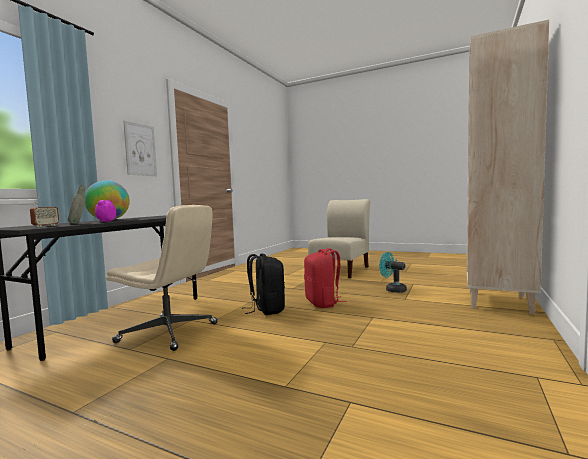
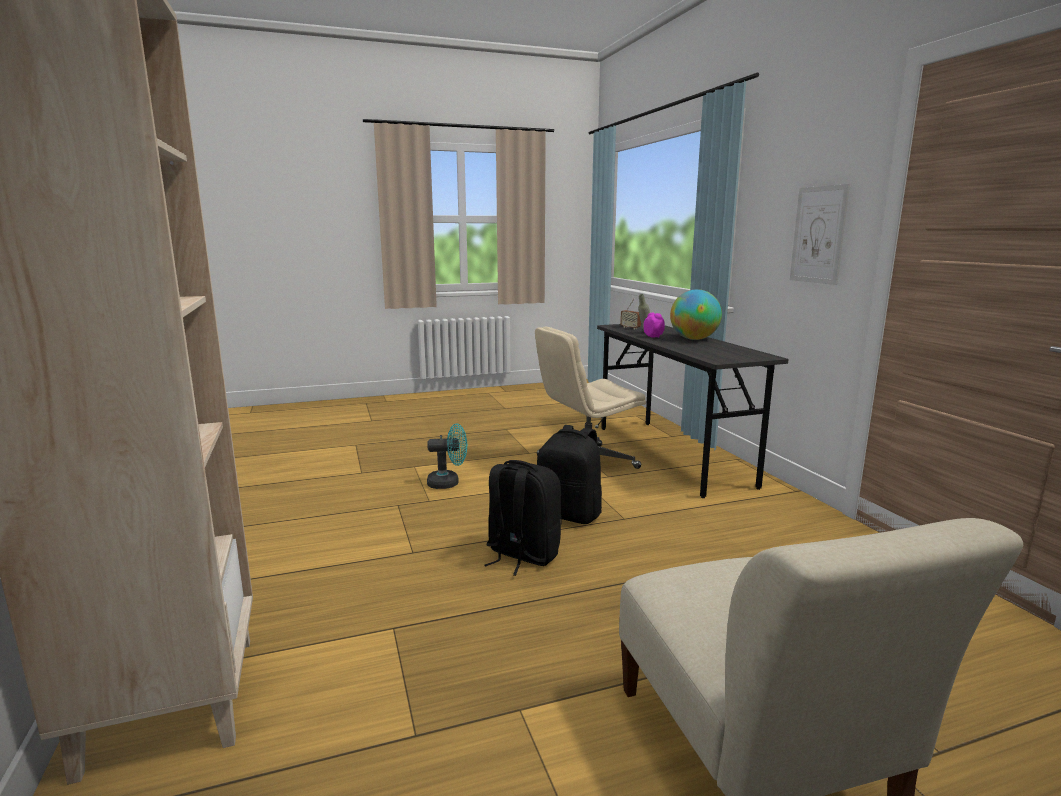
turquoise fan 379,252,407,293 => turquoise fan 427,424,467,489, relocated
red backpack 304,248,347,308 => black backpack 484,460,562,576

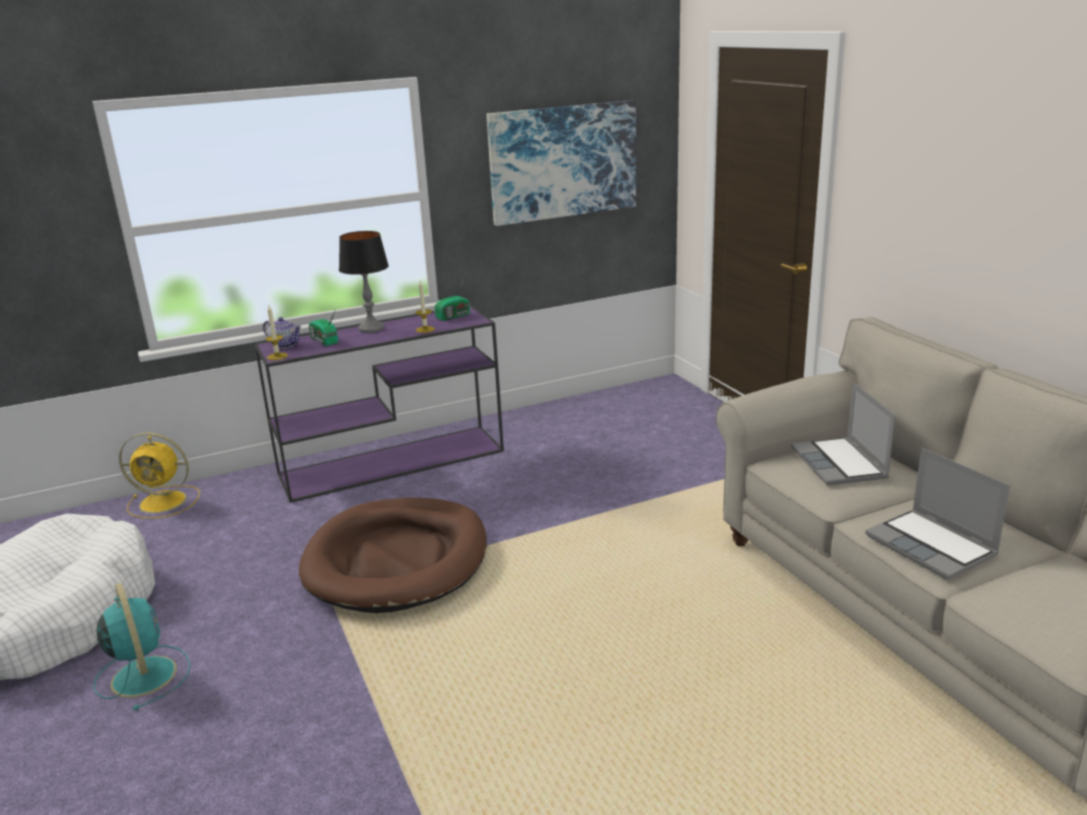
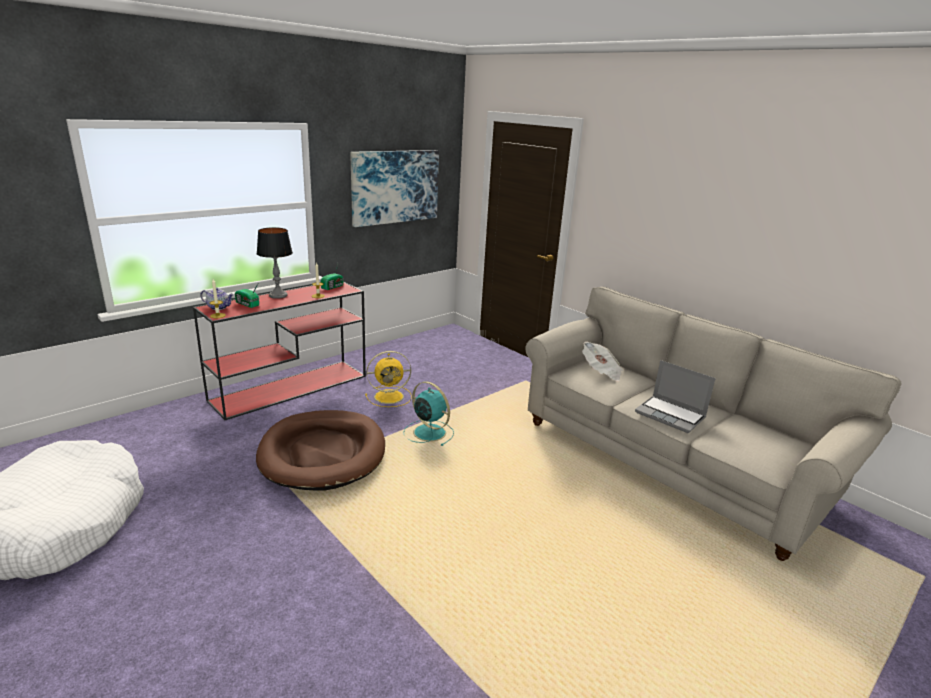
turquoise fan 93,583,190,710 => turquoise fan 403,381,454,446, relocated
yellow fan 119,432,200,518 => yellow fan 365,351,411,407, relocated
laptop 791,382,896,485 => newspaper 582,341,624,382
purple console table 254,306,504,503 => red console table 193,282,366,420

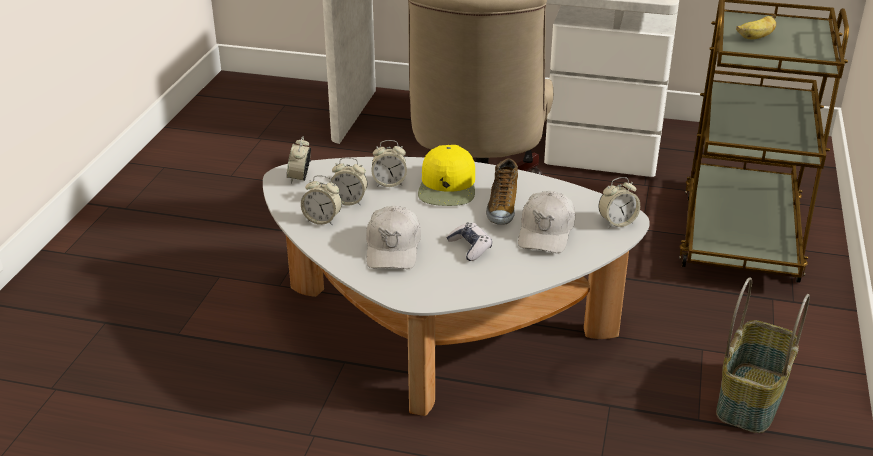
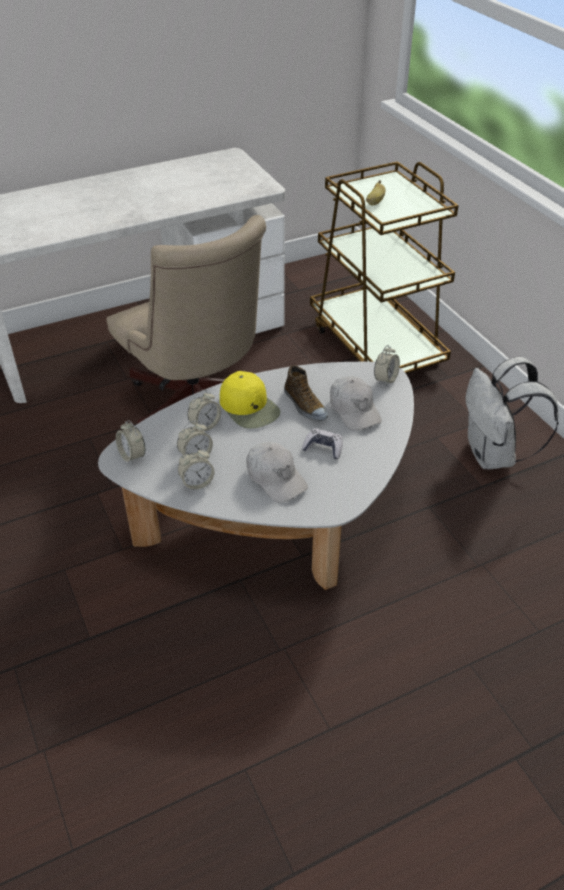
basket 716,277,810,433 => white backpack 466,357,559,469

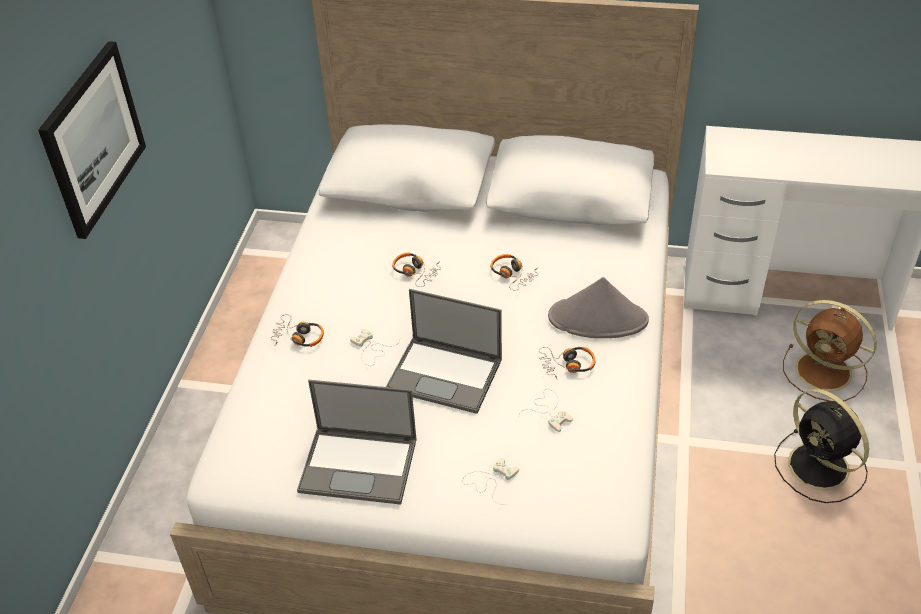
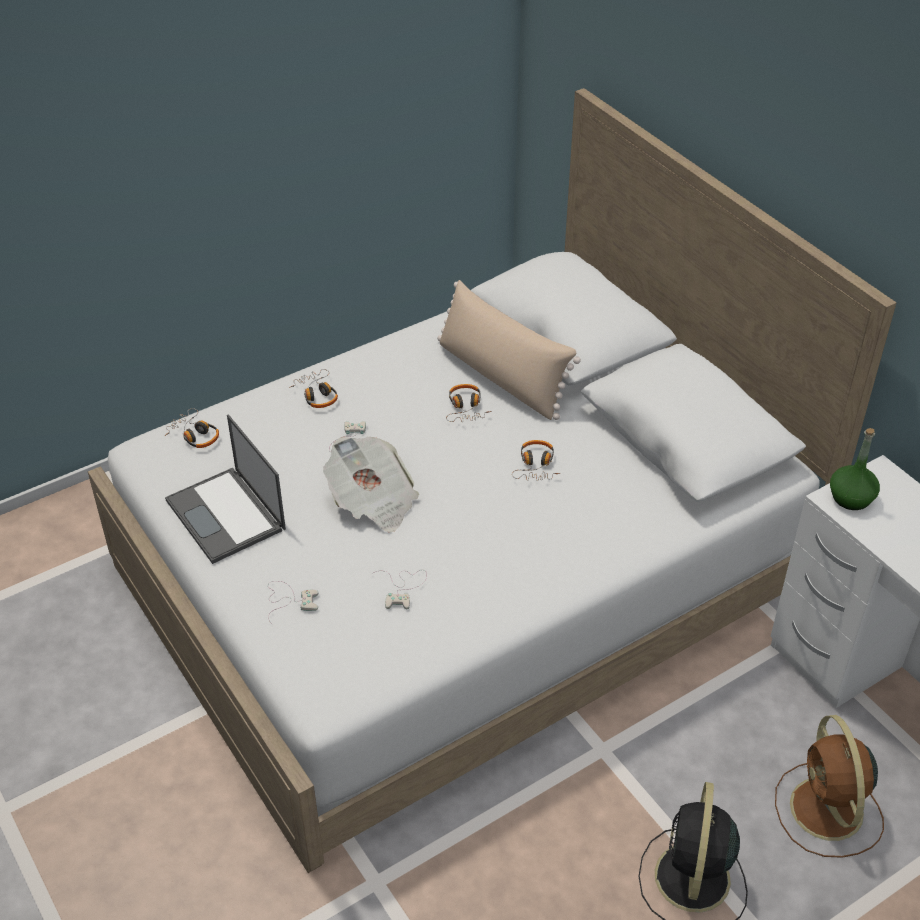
picture 38,41,146,239 => nothing
grey hat 548,277,649,338 => nothing
nothing => beige pillow 437,280,581,420
nothing => green bottle 830,428,880,510
headphones 539,347,596,379 => headphones 165,408,219,448, relocated
laptop 386,289,502,414 => newspaper 323,436,419,532

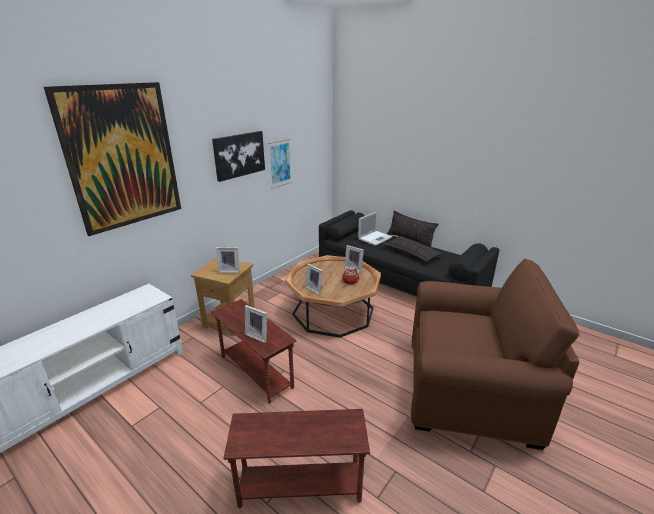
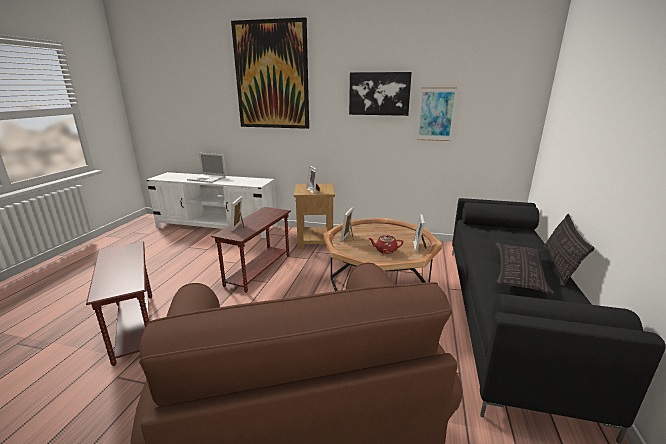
laptop 358,212,393,246 => laptop 187,153,226,183, relocated

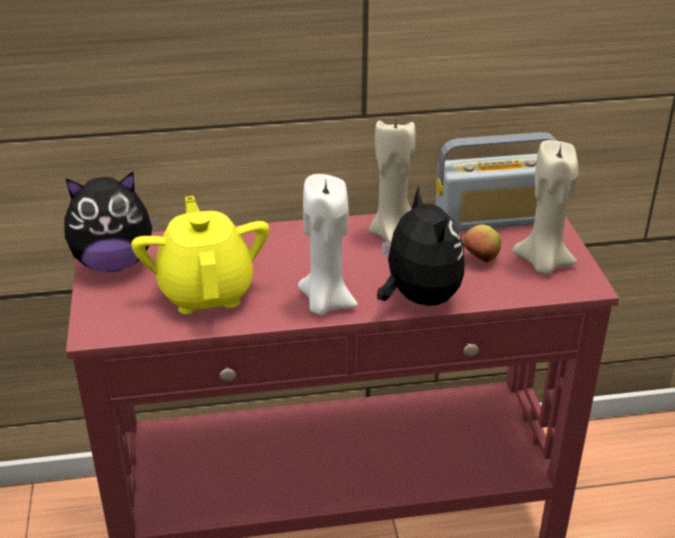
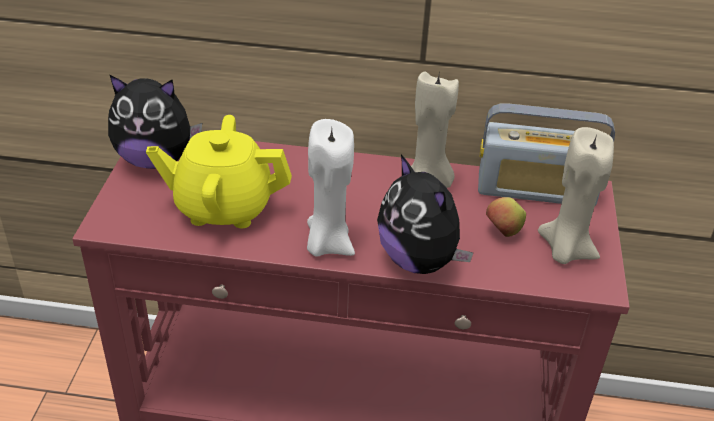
yellow teapot 131,196,269,314 => yellow teapot 146,115,292,229, 90 degrees counterclockwise
plush toy 377,186,465,306 => plush toy 377,154,473,274, 150 degrees clockwise

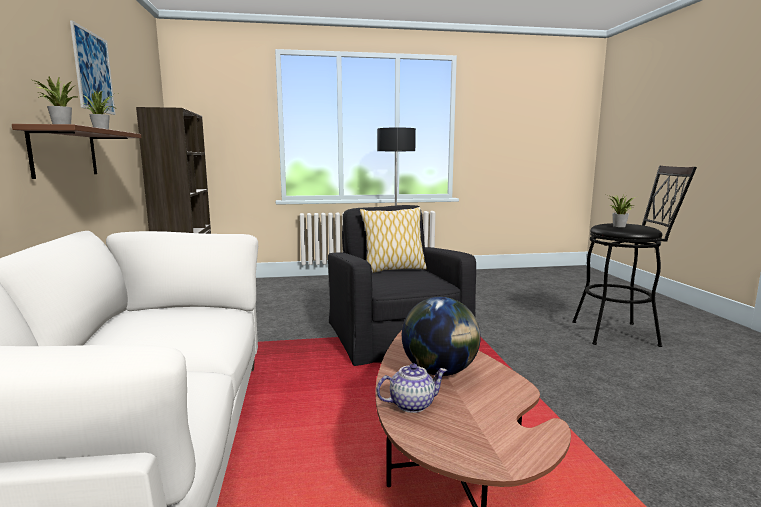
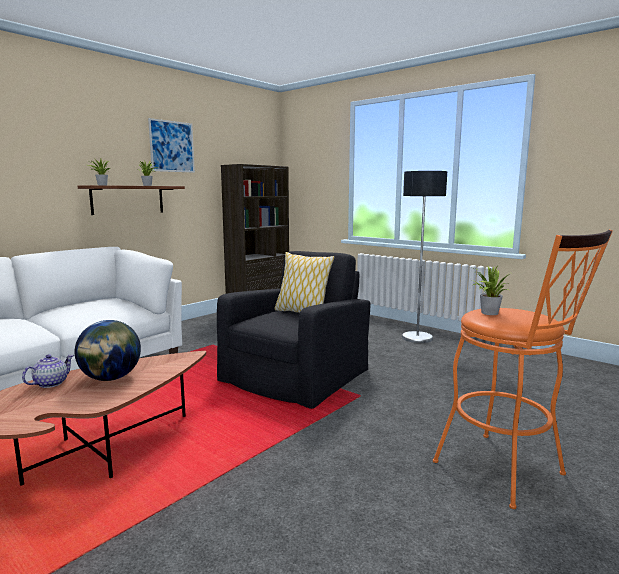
black stool 572,165,697,347 => orange stool 433,229,613,509
teapot 376,363,447,413 => teapot 22,354,74,388, 90 degrees counterclockwise

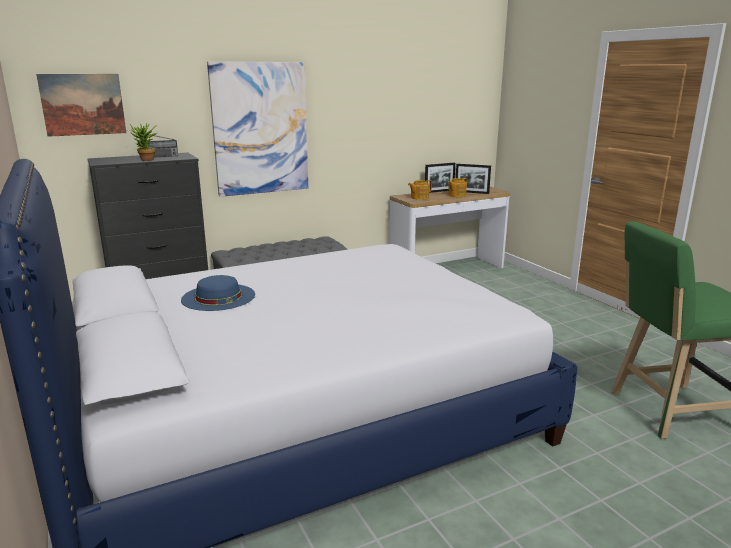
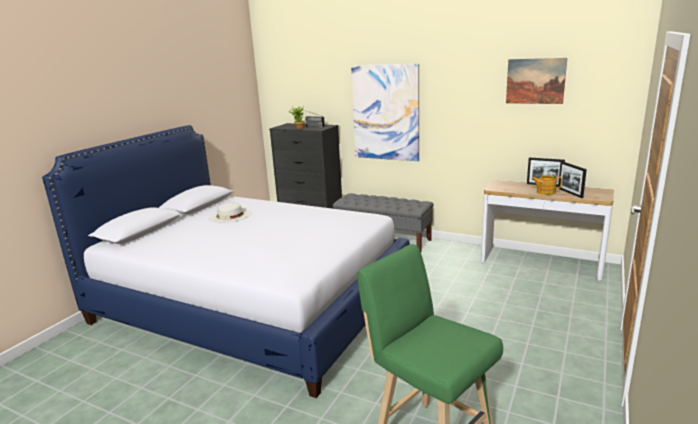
teapot 408,180,432,200 => nothing
picture 36,74,126,137 => picture 506,58,567,104, relocated
blue hat 181,275,255,311 => white hat 209,203,251,222

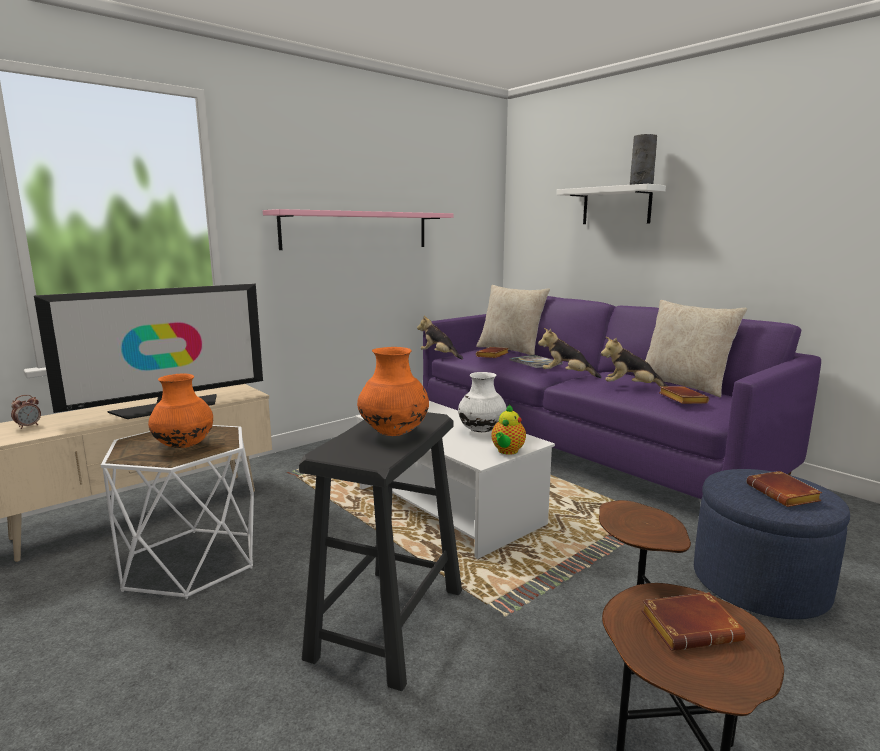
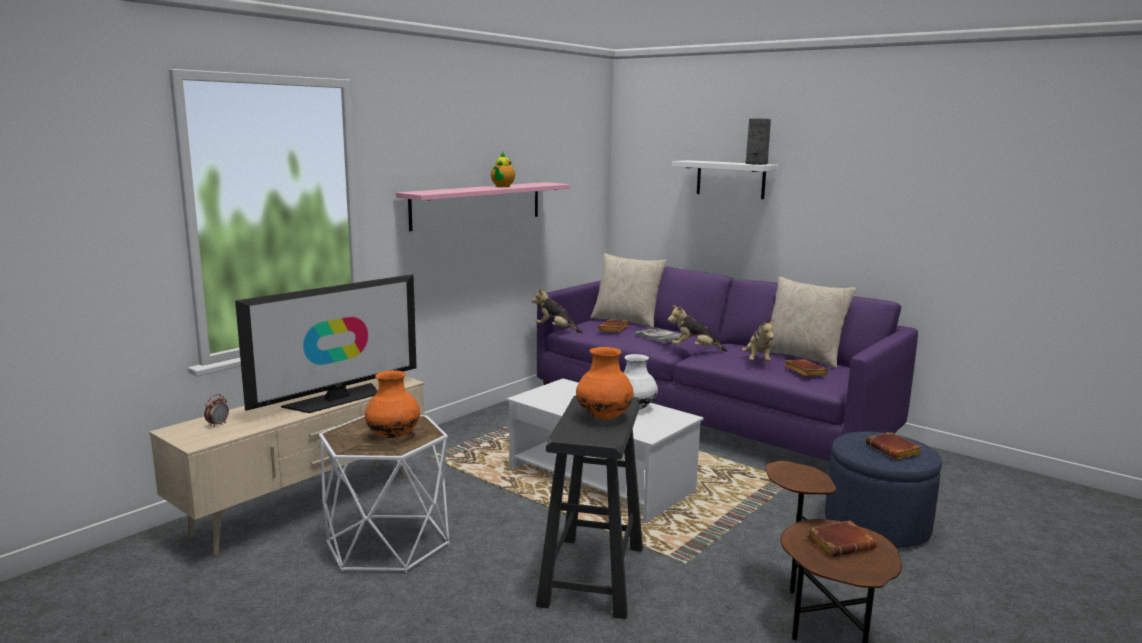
teapot 491,404,526,455 => teapot 491,151,515,187, relocated
plush toy 601,337,668,386 => plush toy 742,319,774,362, 90 degrees counterclockwise

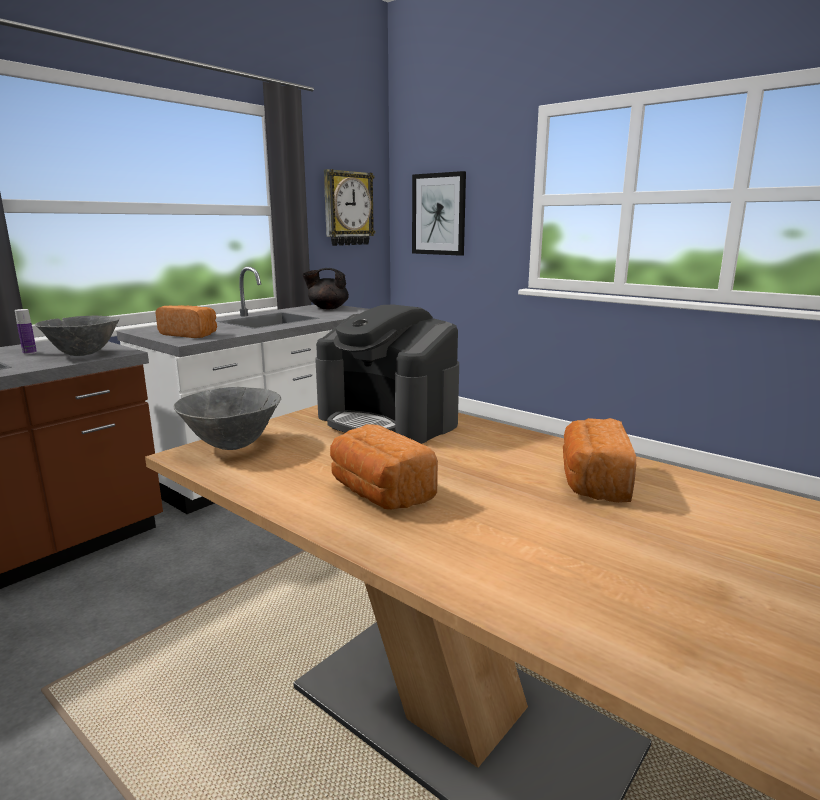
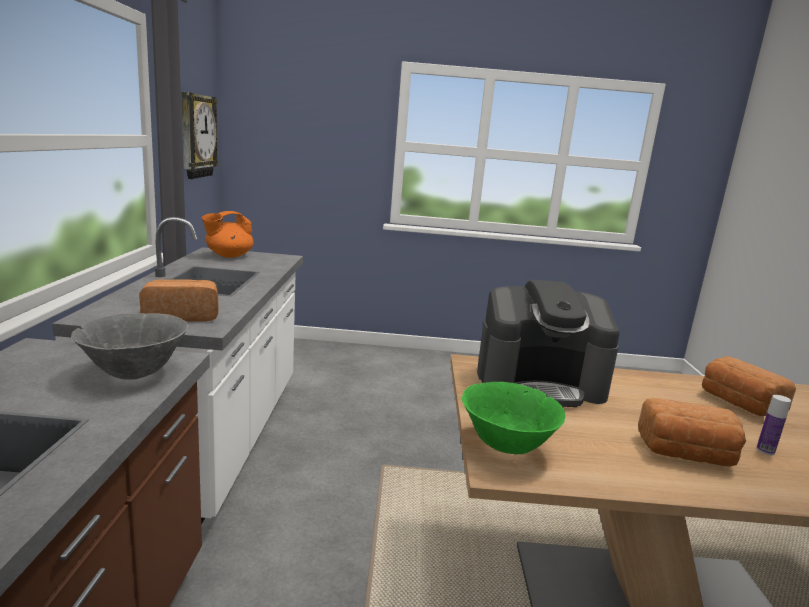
picture 412,171,466,256 => nothing
bottle 15,309,37,355 => bottle 756,395,791,455, relocated
grey bowl 174,387,281,450 => green bowl 462,382,565,454
black teapot 302,268,349,309 => orange teapot 202,211,254,258

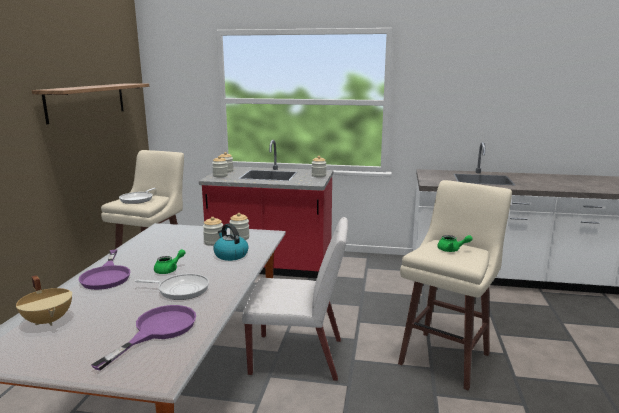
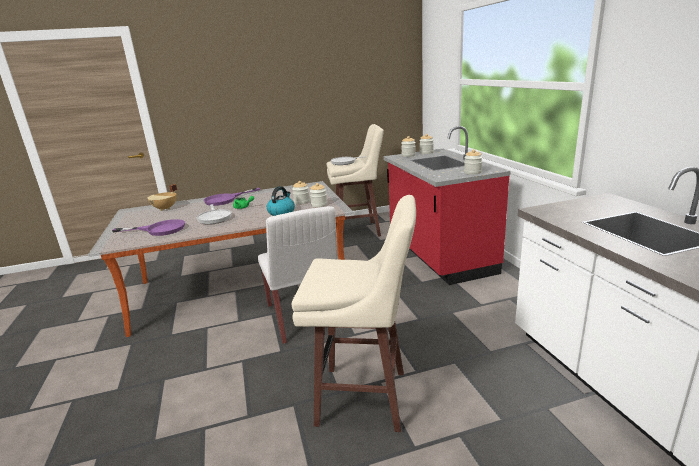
shelf 32,83,149,124 => nothing
green teapot 437,235,473,252 => nothing

